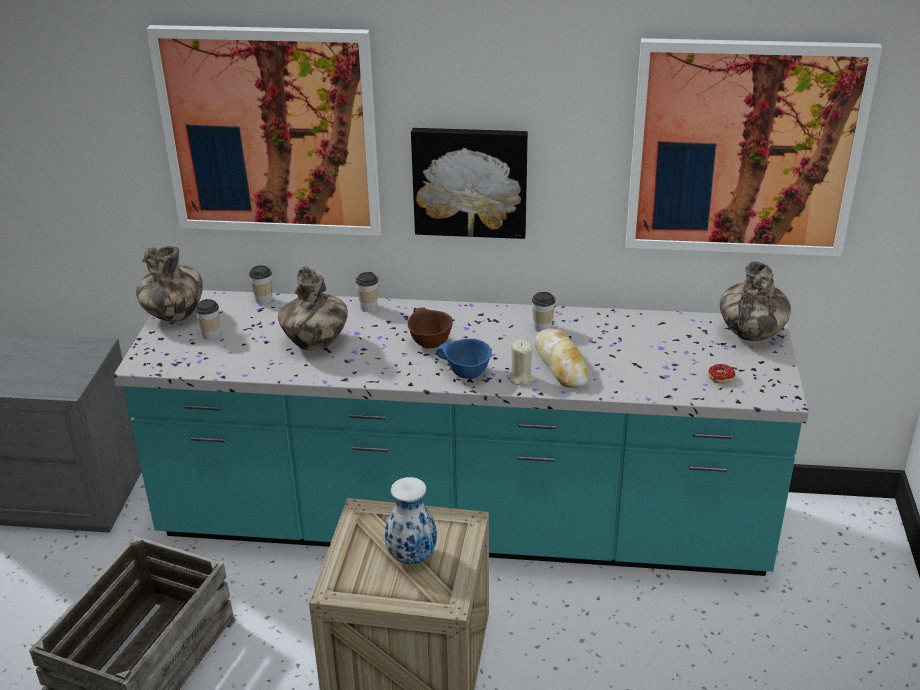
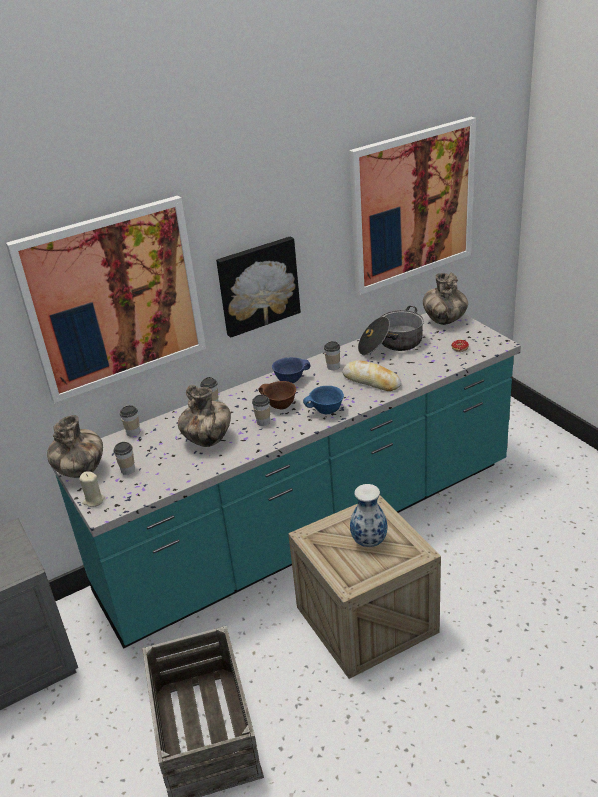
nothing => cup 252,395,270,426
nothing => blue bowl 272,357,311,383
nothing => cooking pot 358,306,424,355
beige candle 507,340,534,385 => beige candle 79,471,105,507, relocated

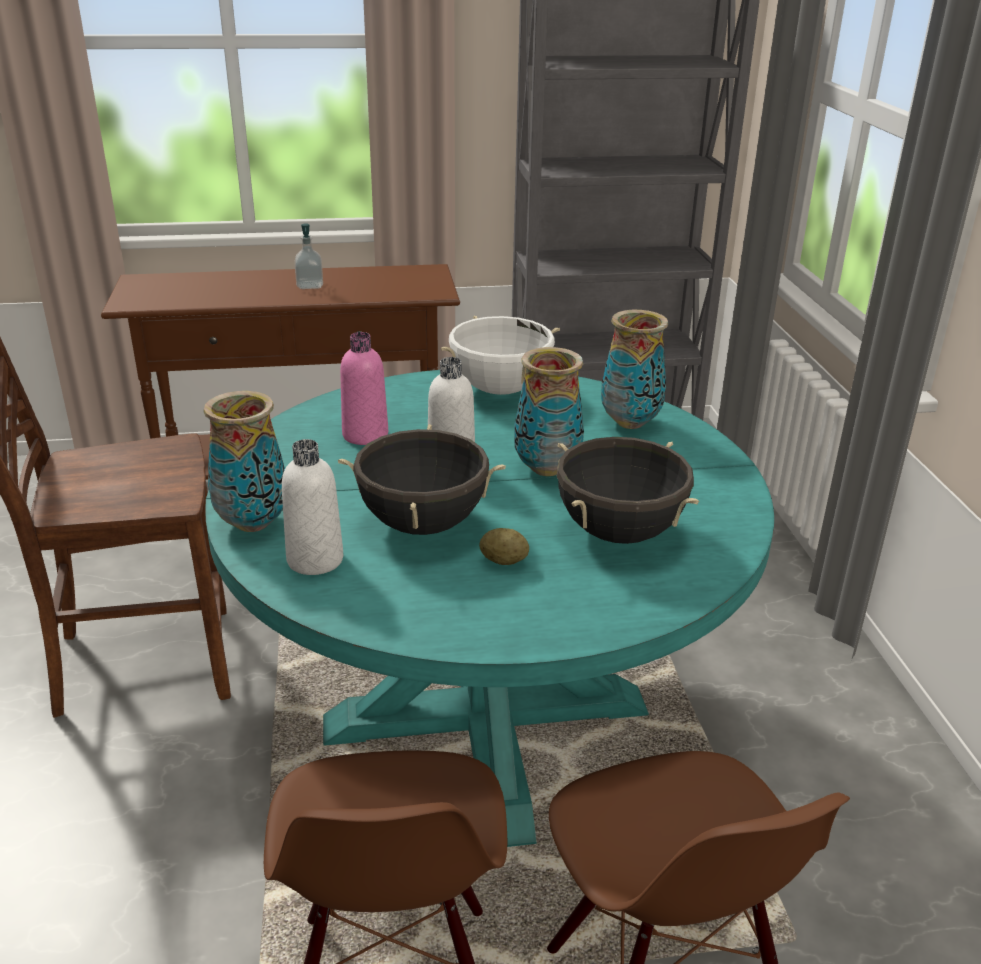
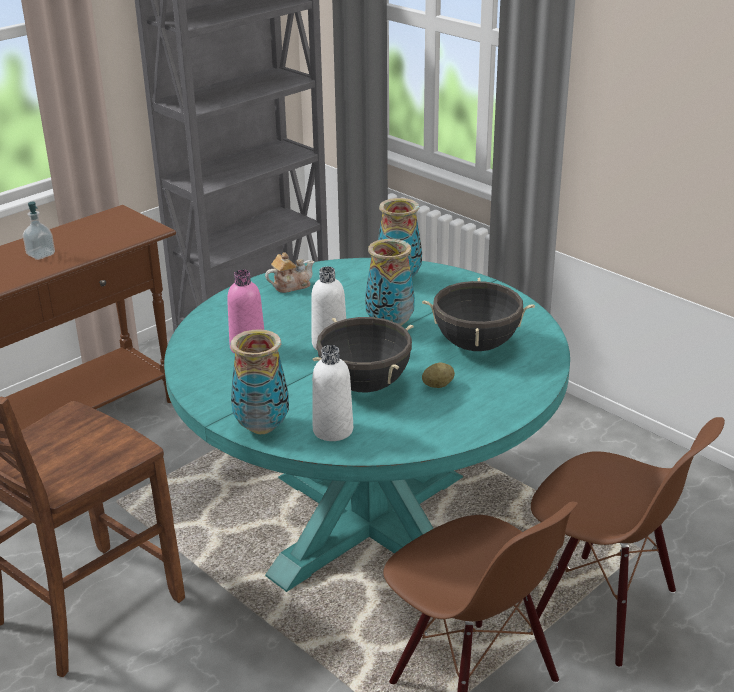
white cooking pot 441,315,560,395 => teapot 265,252,315,293

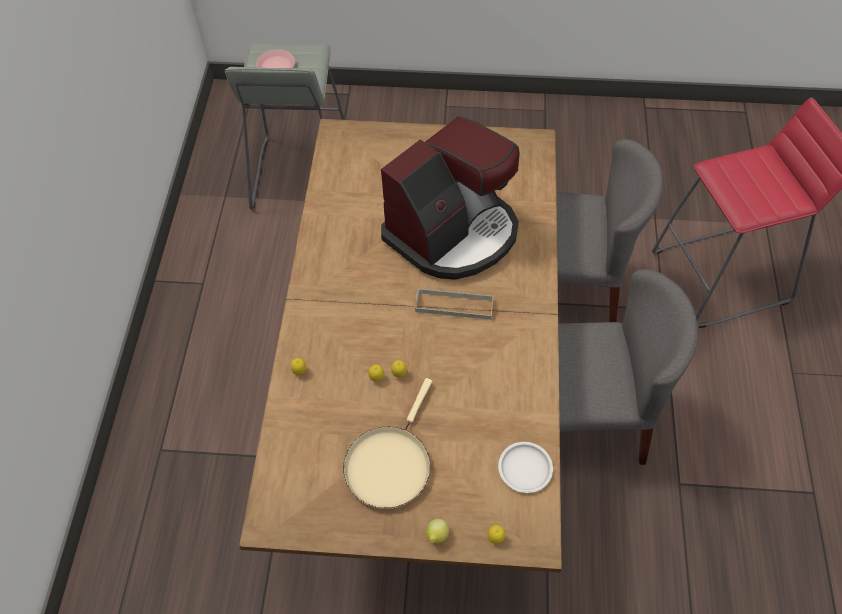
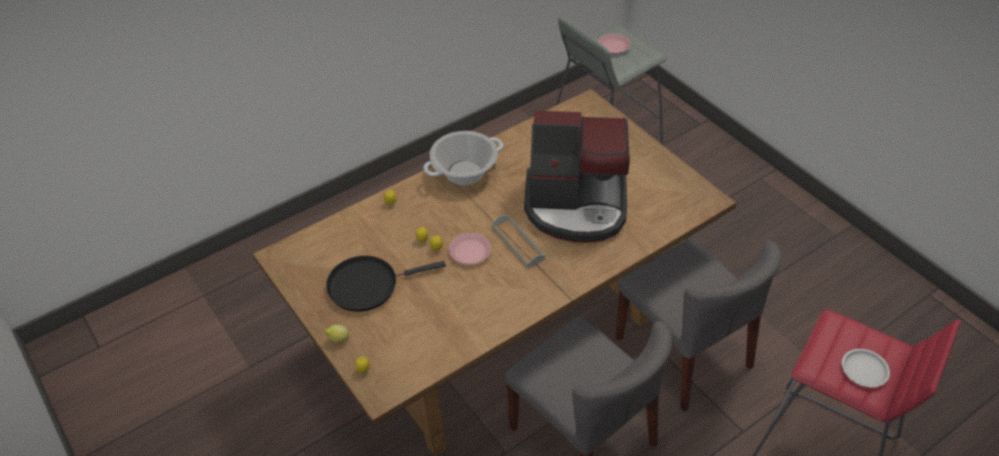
nothing => cooking pot 423,131,504,185
nothing => pink plate 449,233,491,265
white plate 498,442,553,493 => white plate 842,349,890,387, relocated
beige frying pan 343,378,432,509 => black frying pan 326,256,446,312

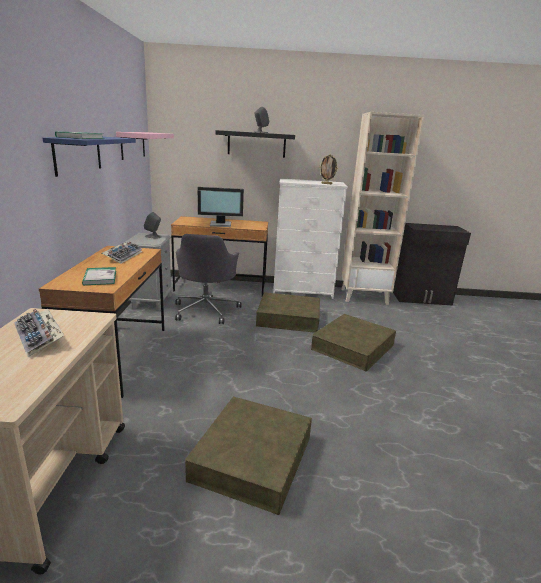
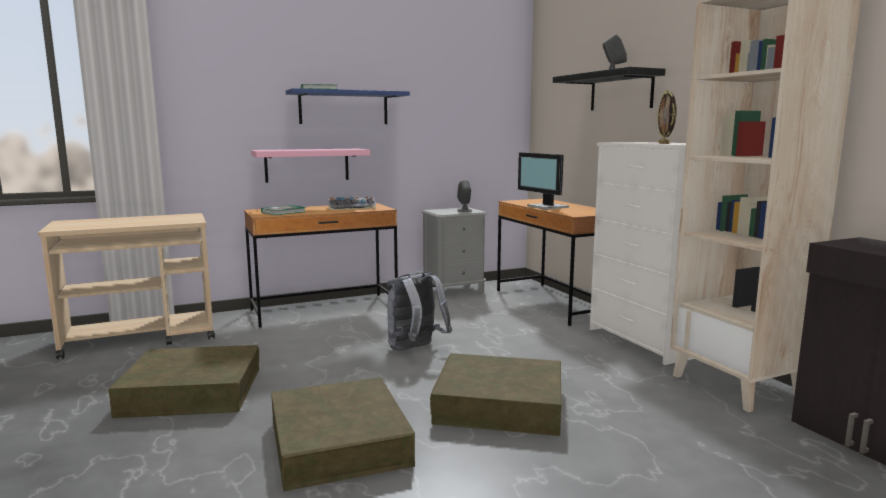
keyboard 14,308,64,357 => nothing
grey office chair 175,234,242,324 => nothing
nothing => grey backpack 387,271,452,350
pink shelf 116,132,174,160 => pink shelf 251,149,370,183, relocated
brown storage box 256,292,320,333 => brown storage box 271,377,415,492, relocated

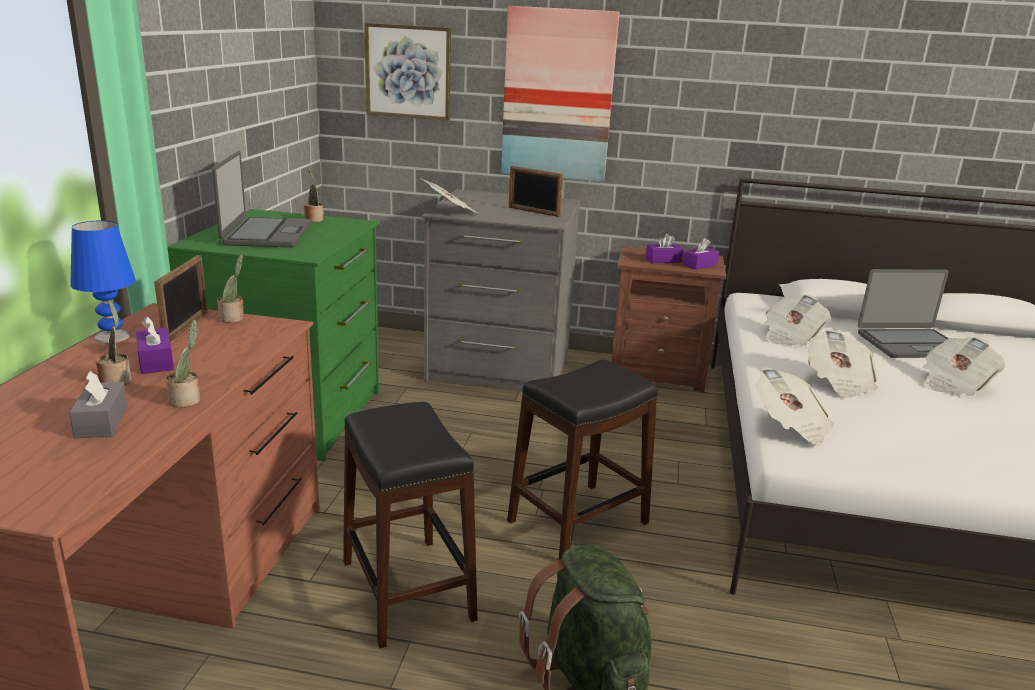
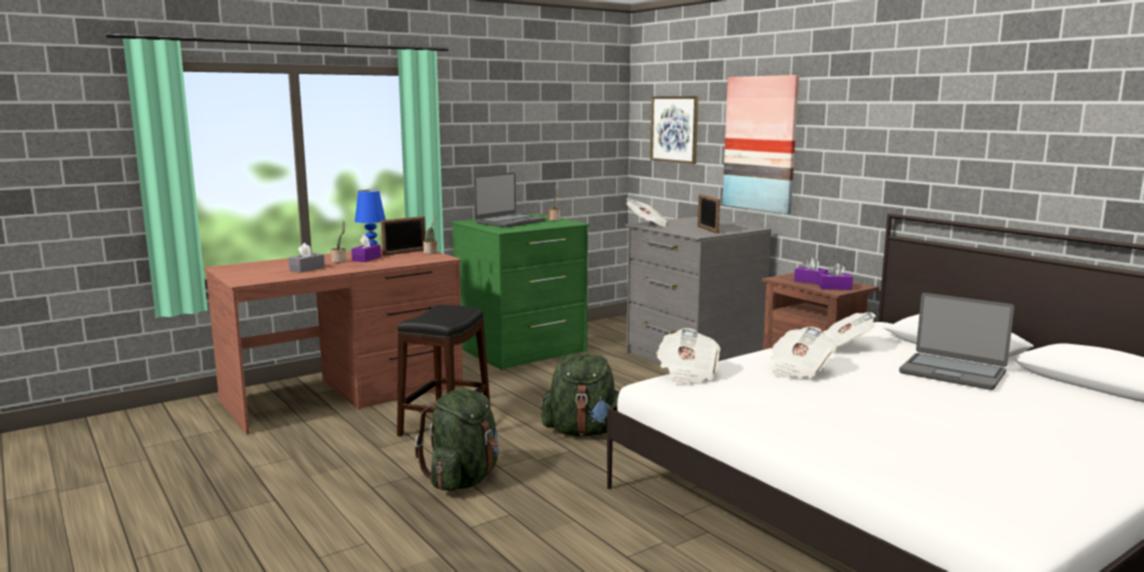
potted plant 166,320,201,408 => nothing
newspaper 923,337,1005,396 => nothing
black stool 507,359,658,560 => green backpack 541,354,620,437

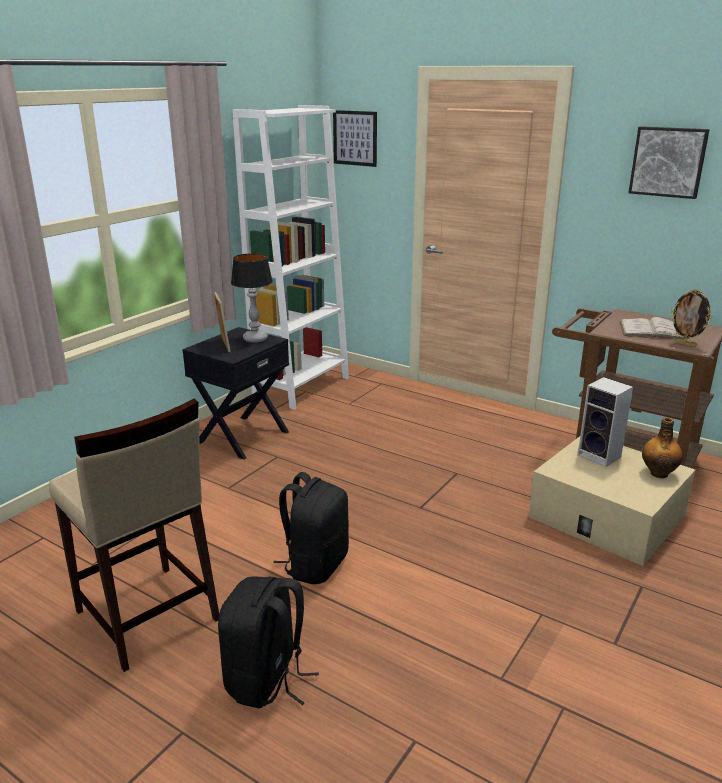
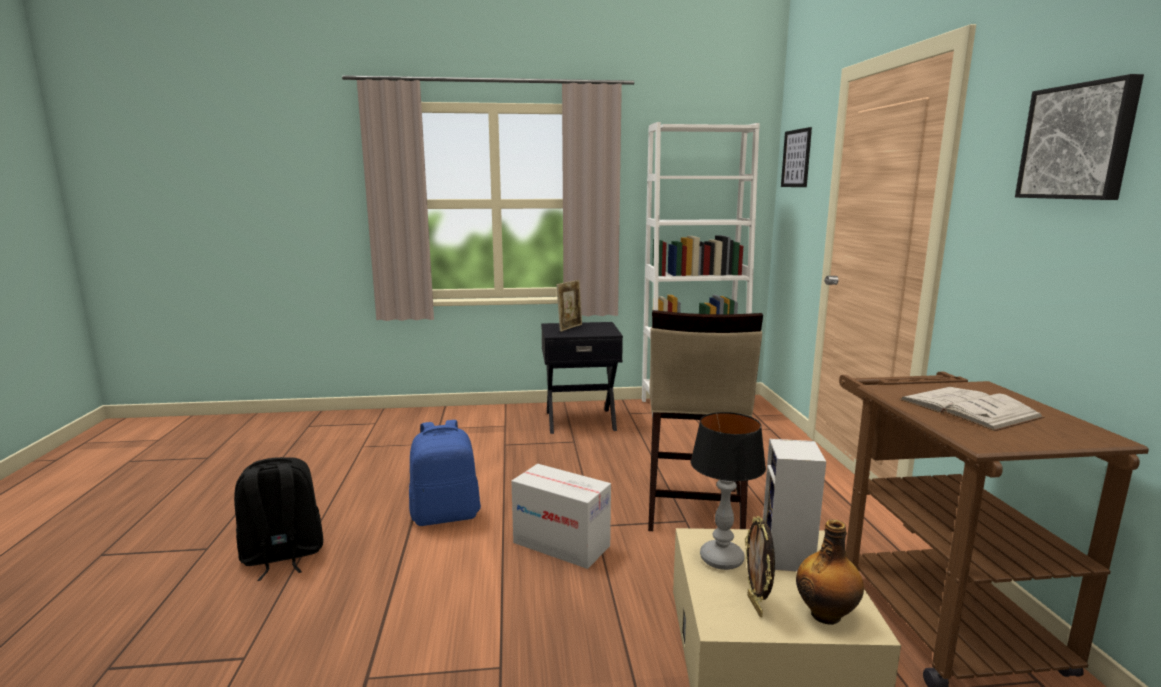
nothing => cardboard box 512,464,611,569
beige stool 49,399,219,672 => beige stool 648,310,763,531, relocated
table lamp 231,253,273,343 => table lamp 691,412,766,570, relocated
picture frame 670,289,712,347 => picture frame 745,516,775,617, relocated
black backpack 273,472,349,584 => blue backpack 409,420,481,526

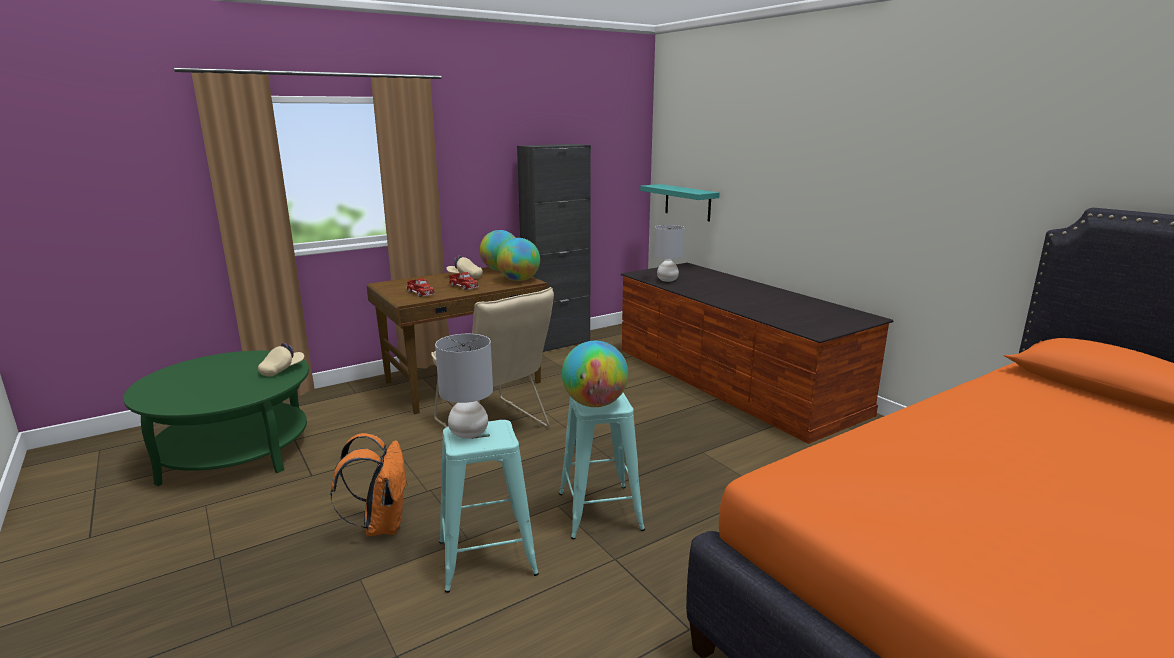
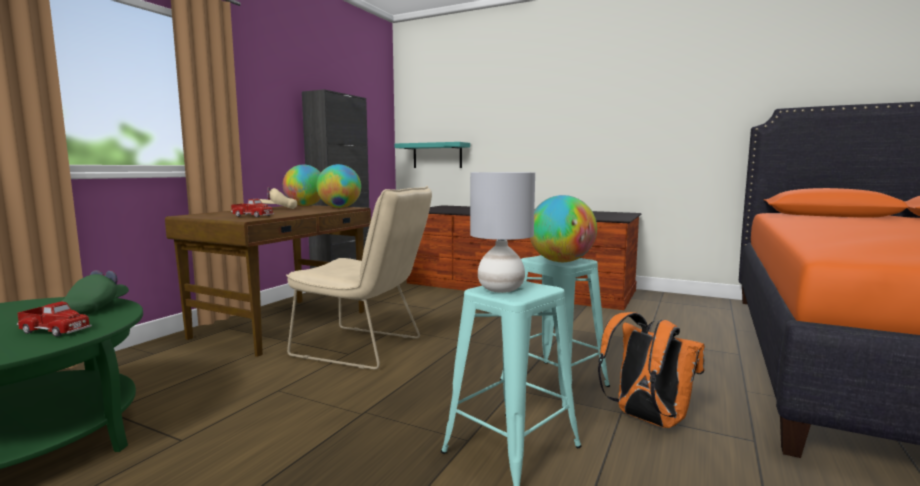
grey table lamp 654,225,685,282 => nothing
orange backpack 330,433,408,536 => orange backpack 598,312,705,428, relocated
toy truck 449,272,479,290 => toy truck 17,301,92,337, relocated
beige cap 258,342,304,376 => green cap 62,270,129,315

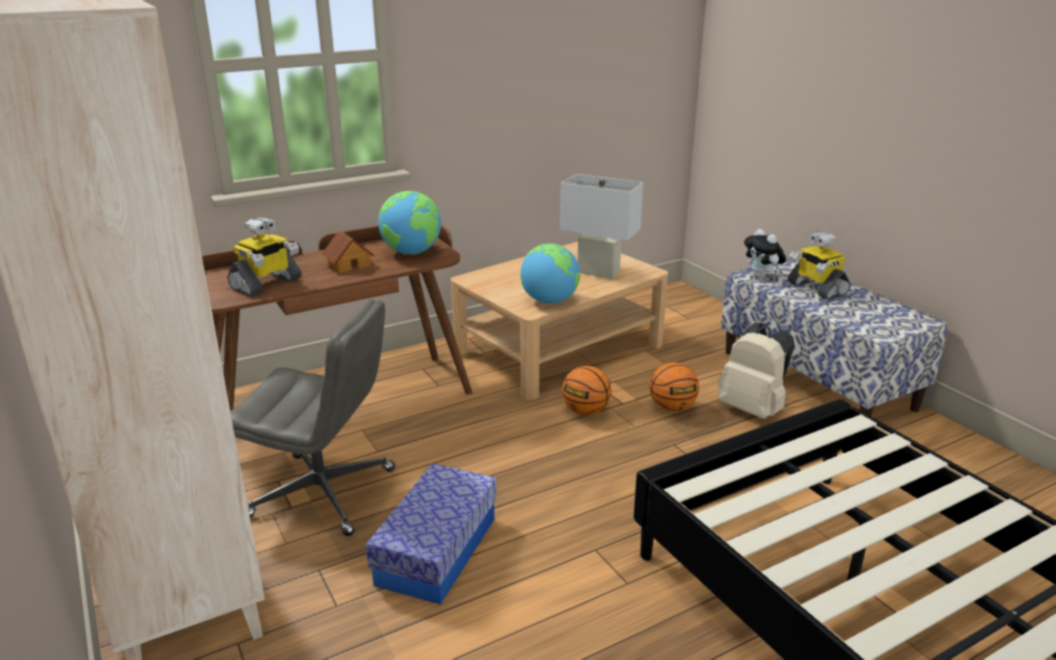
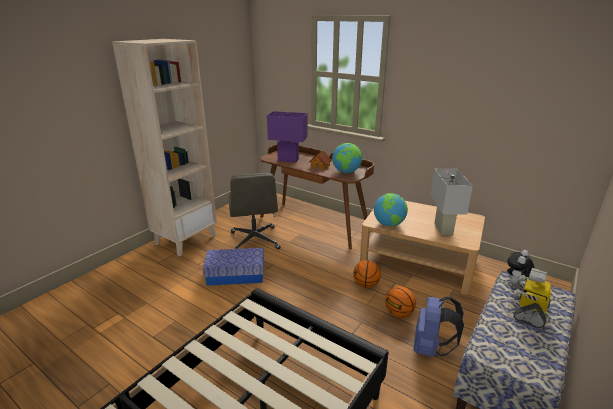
toy robot 227,217,302,296 => purple table lamp 267,111,307,163
beige backpack 717,322,795,419 => blue backpack 414,297,464,357

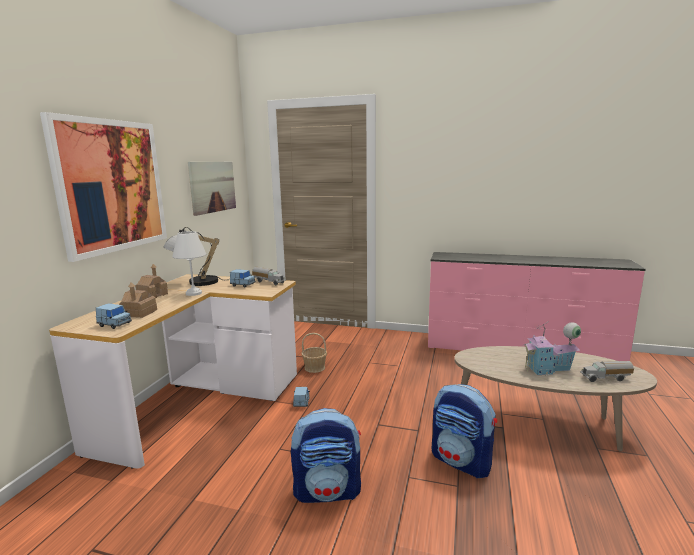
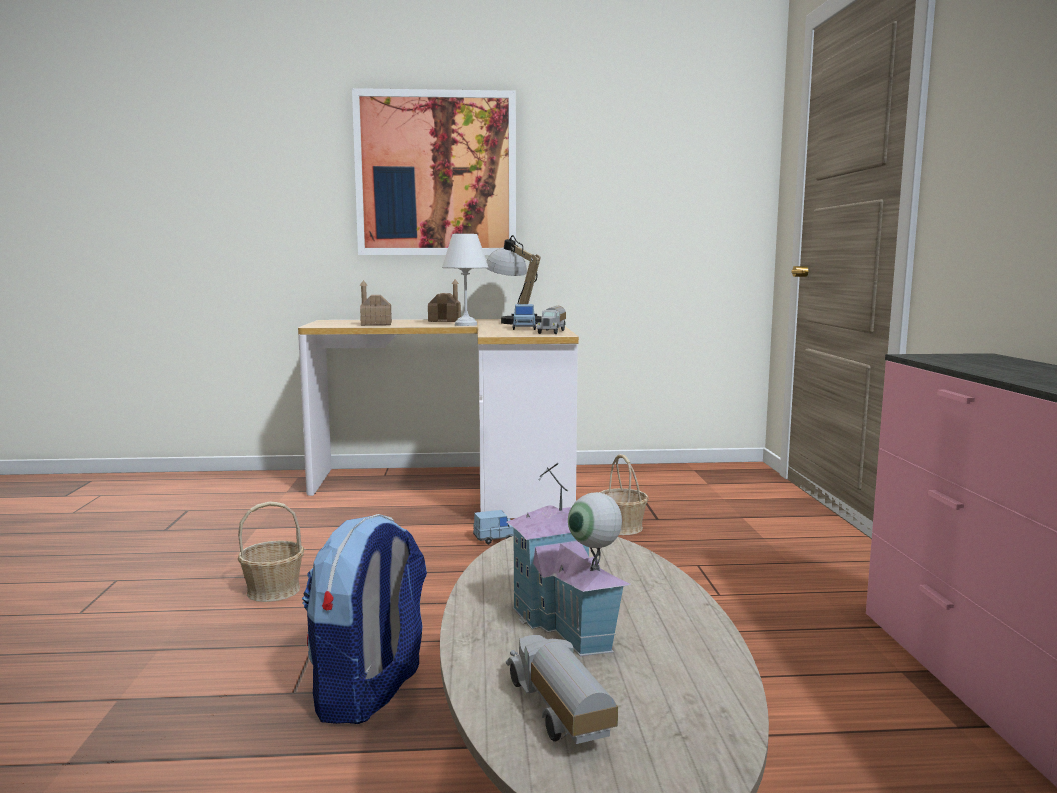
blue toy car 96,303,132,329 => nothing
picture 188,162,236,216 => nothing
backpack 291,408,361,503 => basket 238,501,304,602

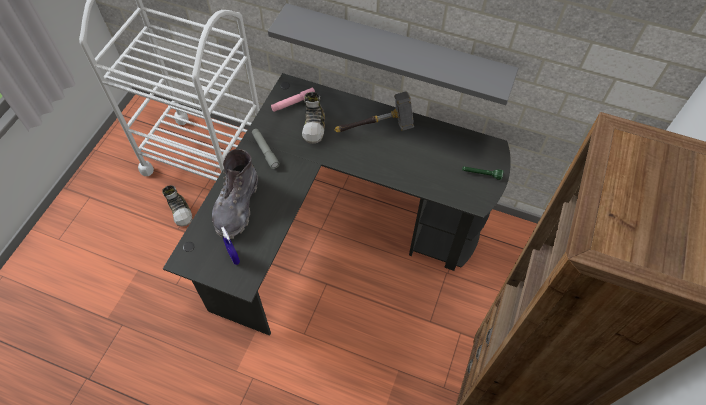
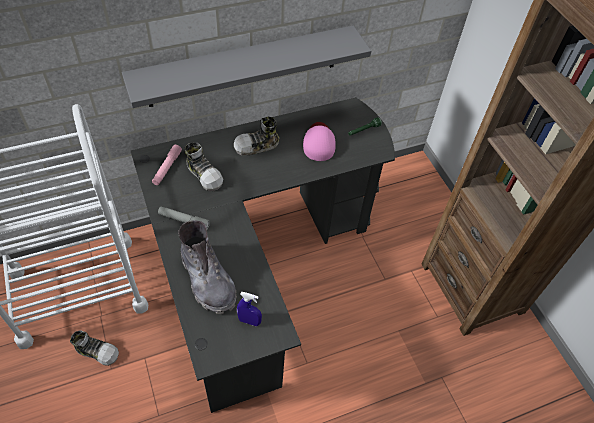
nothing => pink cap 303,122,336,161
hammer 335,92,414,133 => shoe 234,117,279,156

